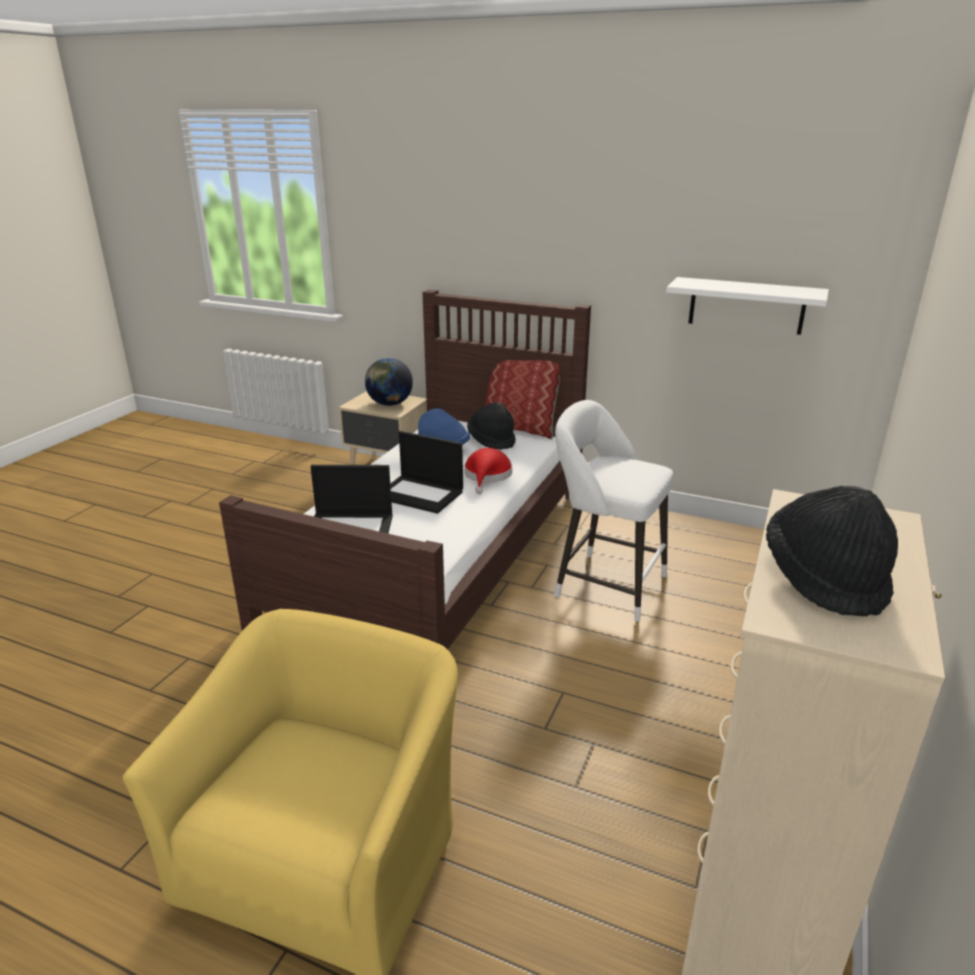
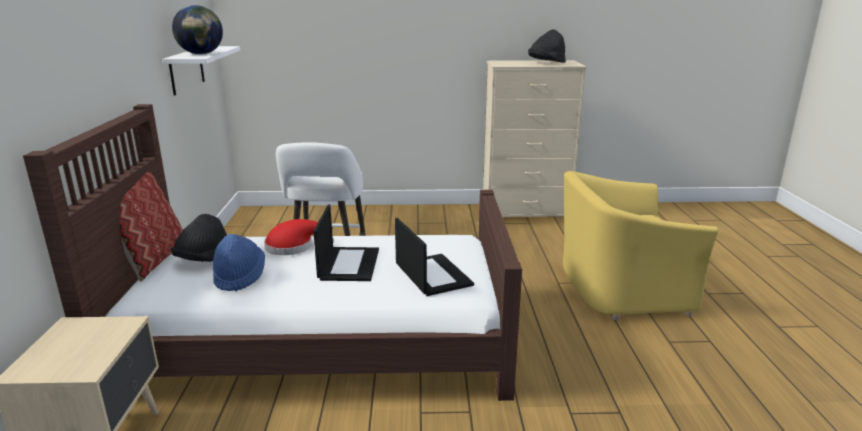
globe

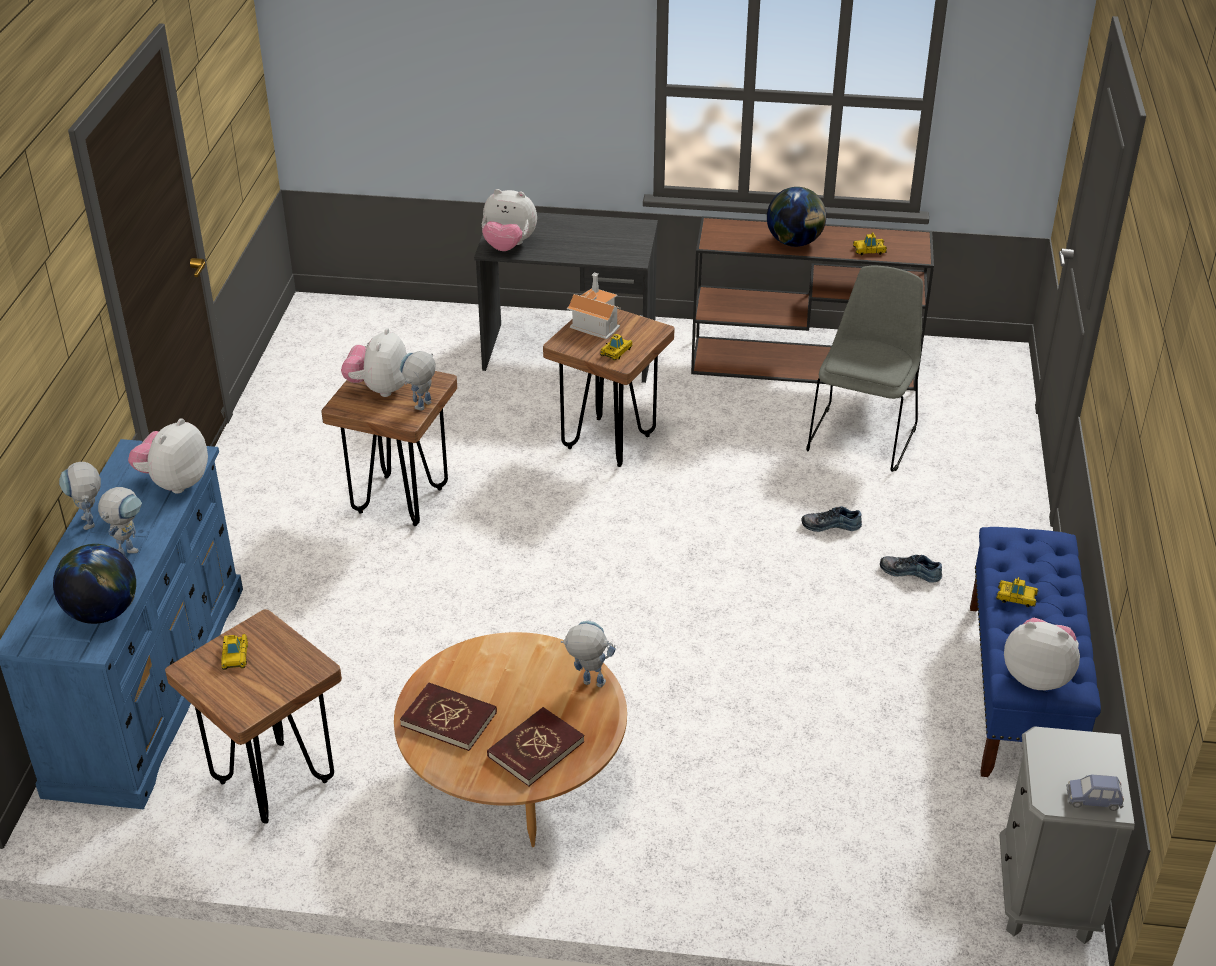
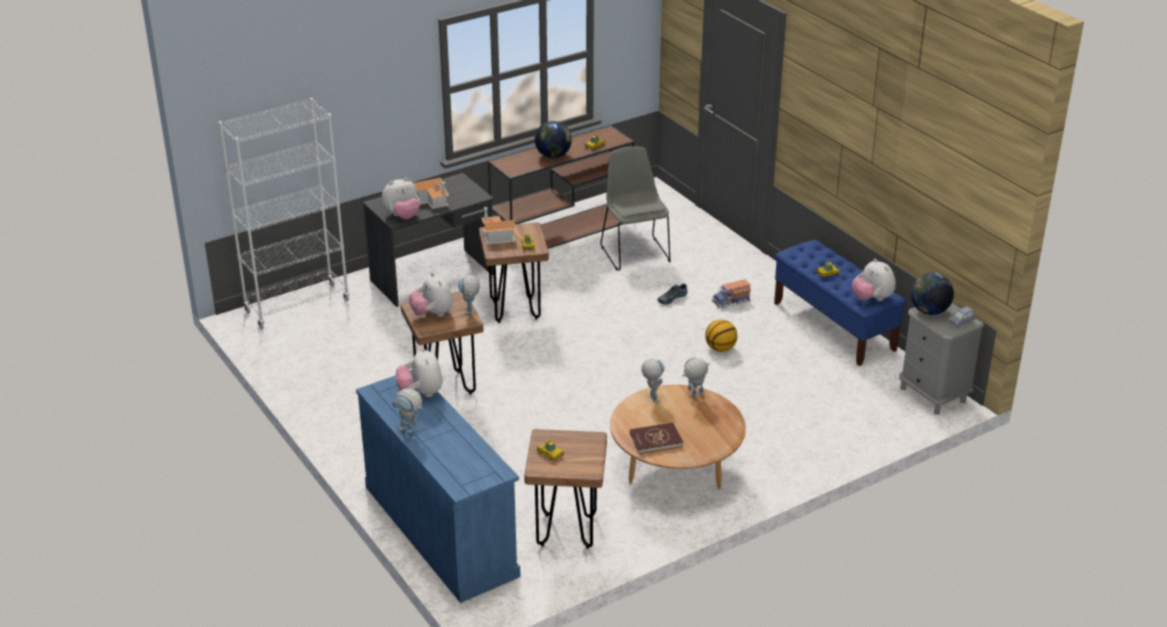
livre (rouge) (2nd from left in the first image)
bibliothèque (blanc)
maison miniature (1st from left)
ballon de basket
globe (2nd from left)
robot jouet (3rd from left)
camion jouet
peluche (4th from left)

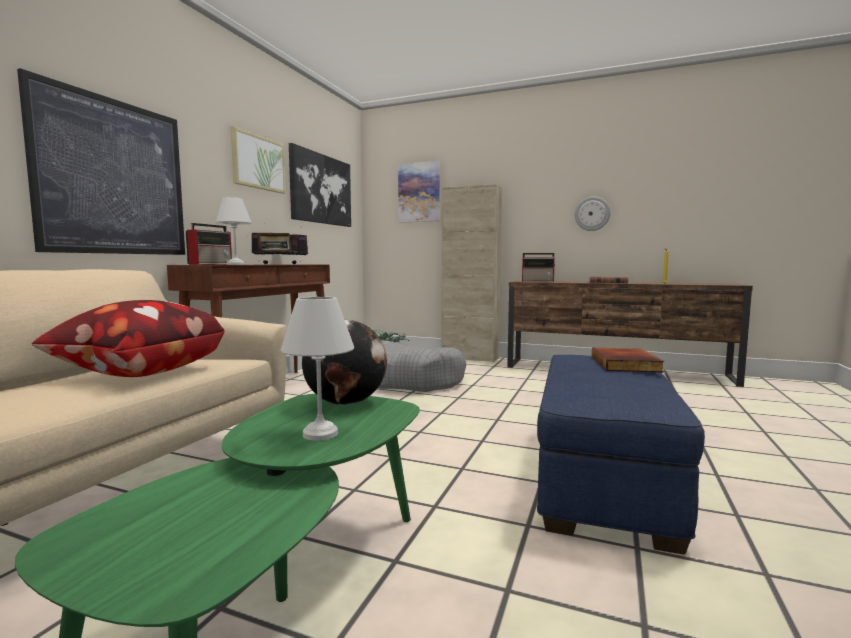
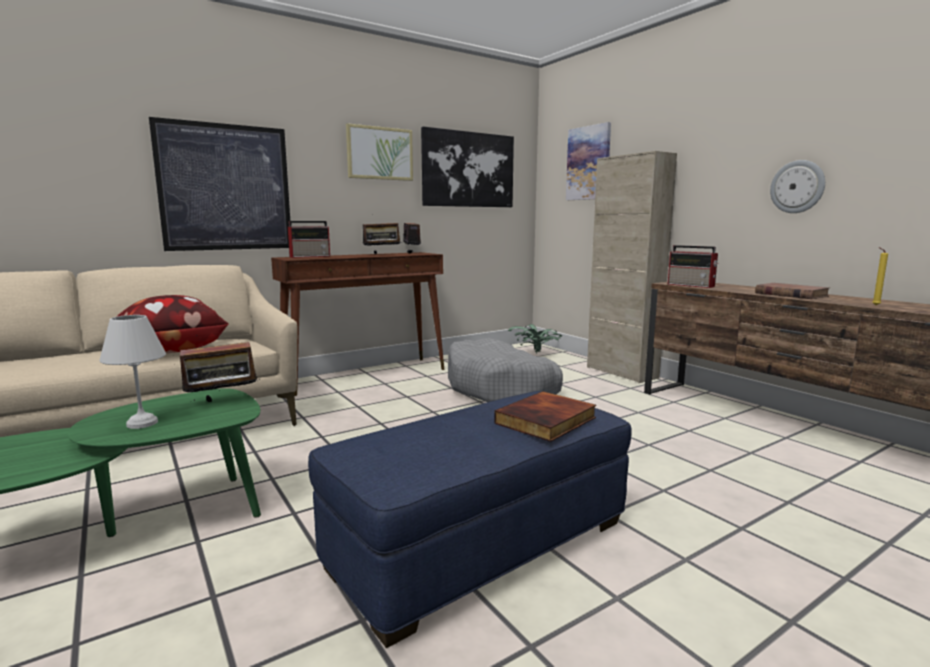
lampe de table (blanc) (1st from left in the first image)
radio (1st from left)

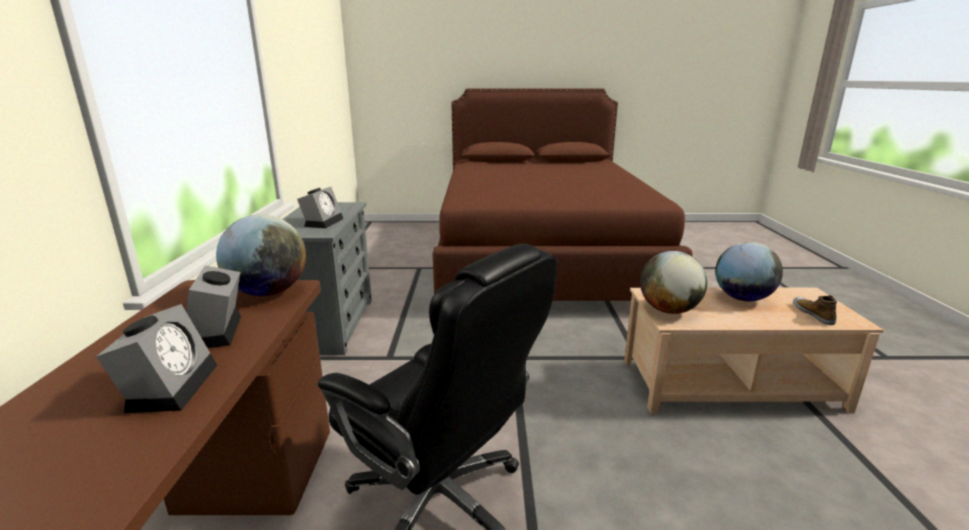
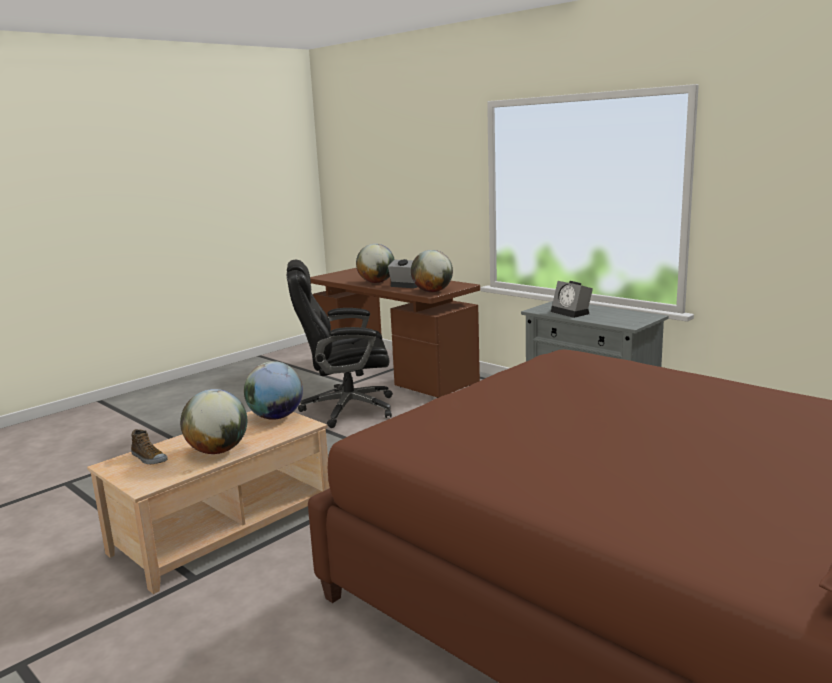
globe (3rd from left)

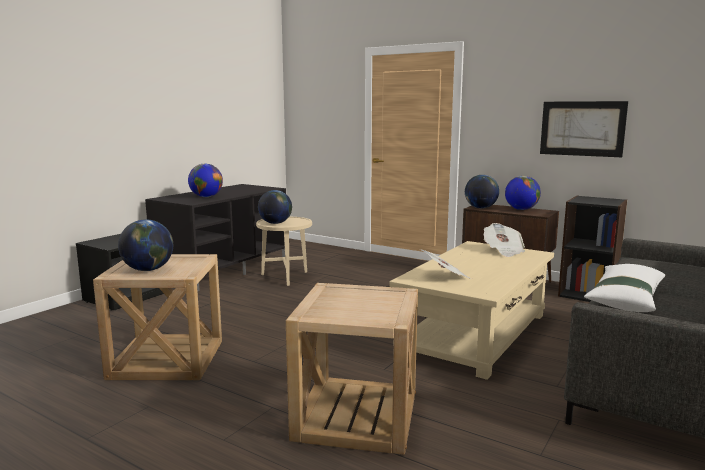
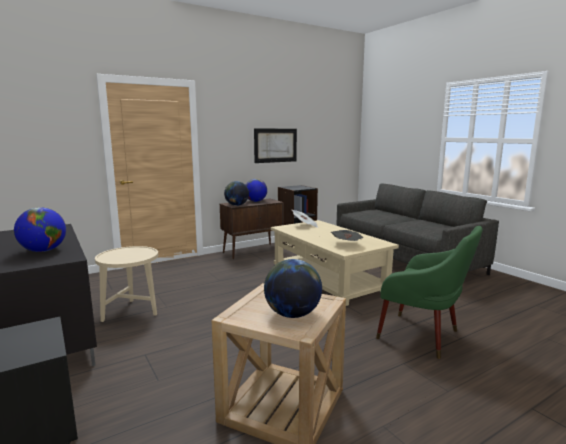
globe (3rd from left in the first image)
coussin (blanc)
fauteuil (vert)

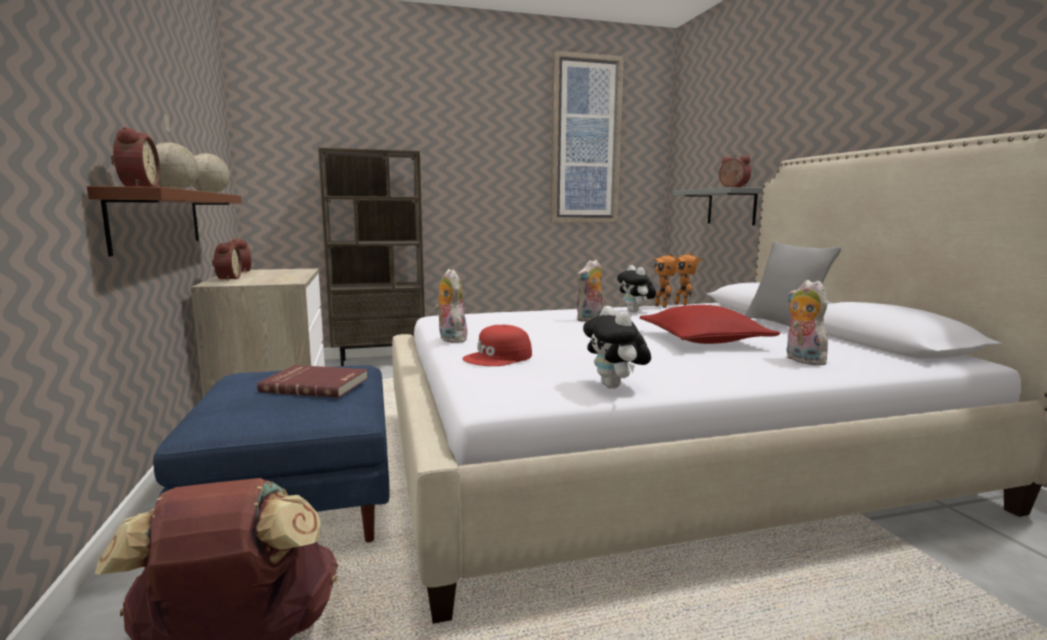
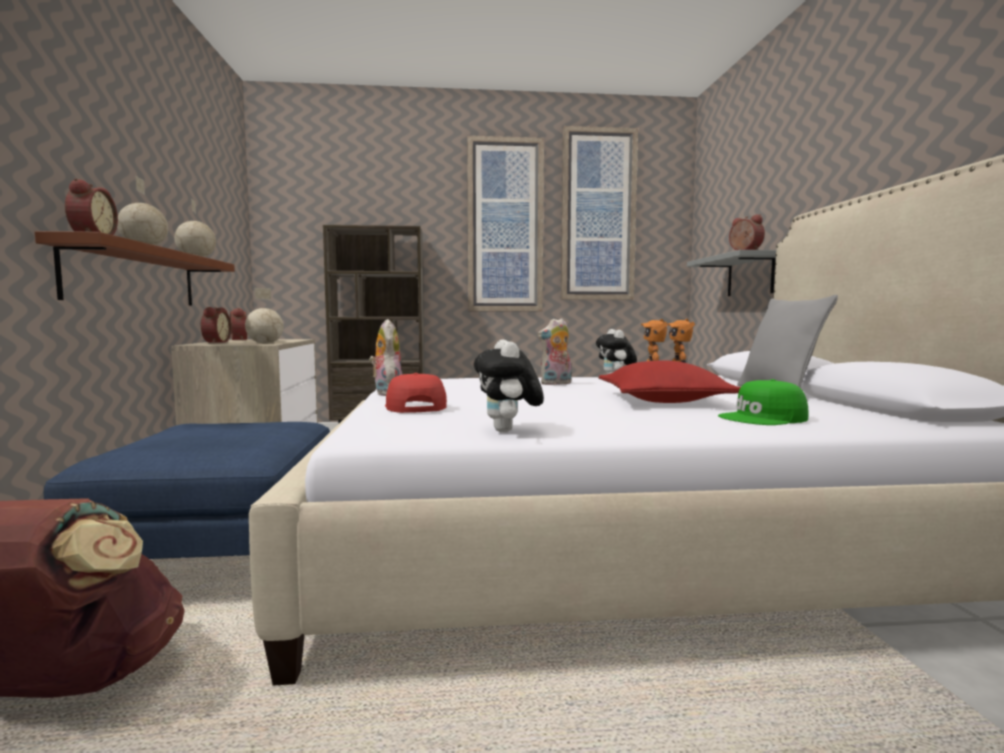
livre (rouge)
globe (3rd from left)
tableau (1st from left)
casquette (vert)
casquette (rouge)

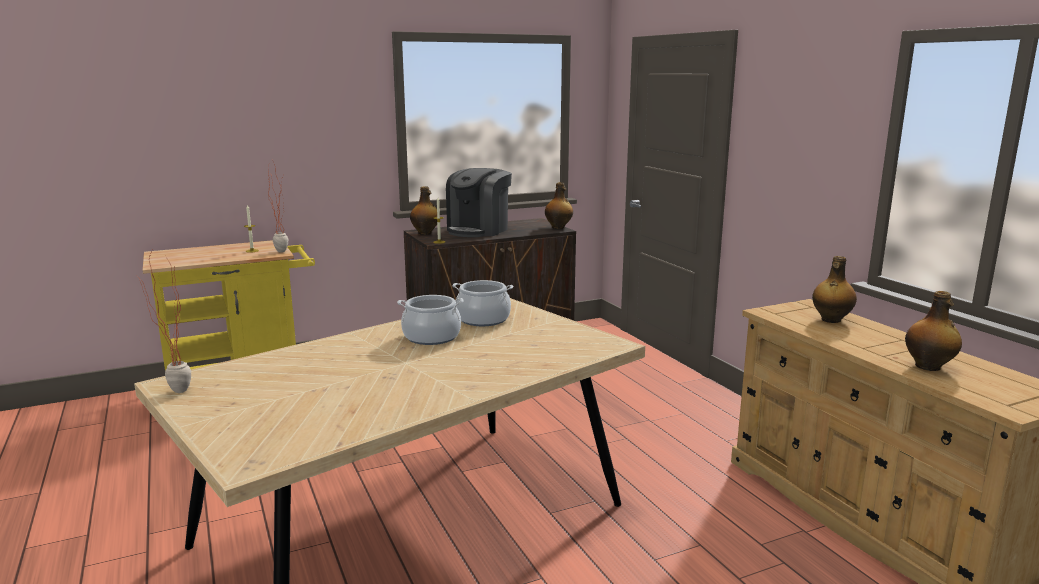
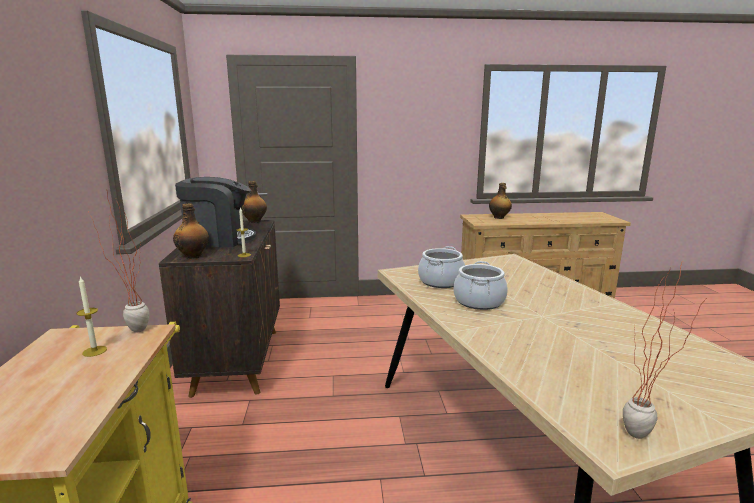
bouteille (4th from left in the first image)
machine à café

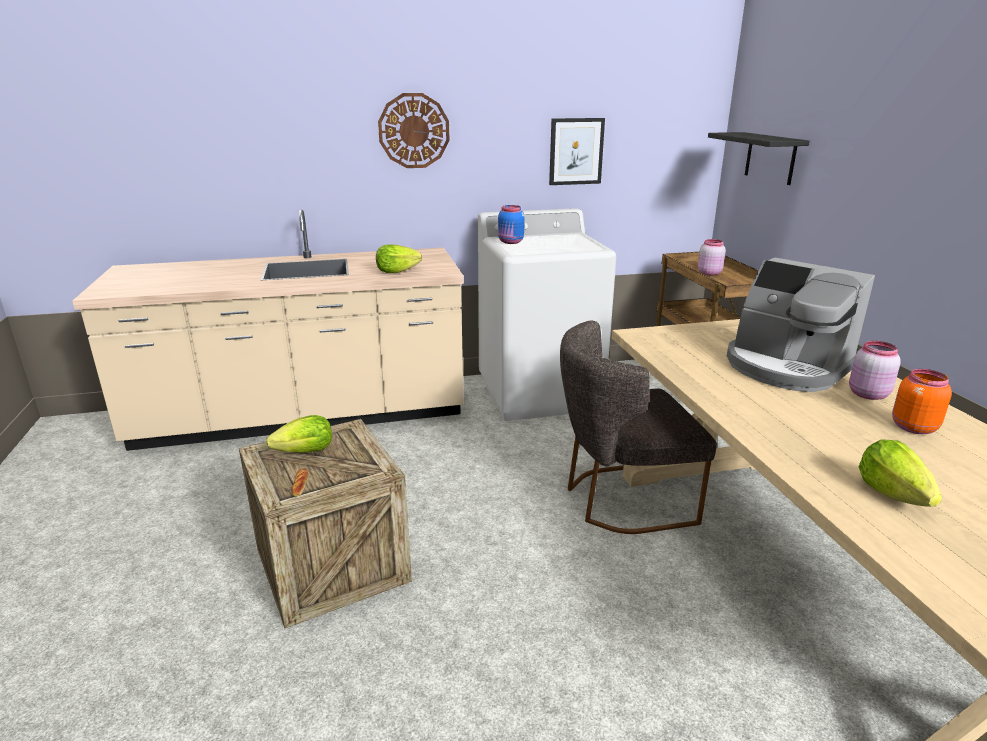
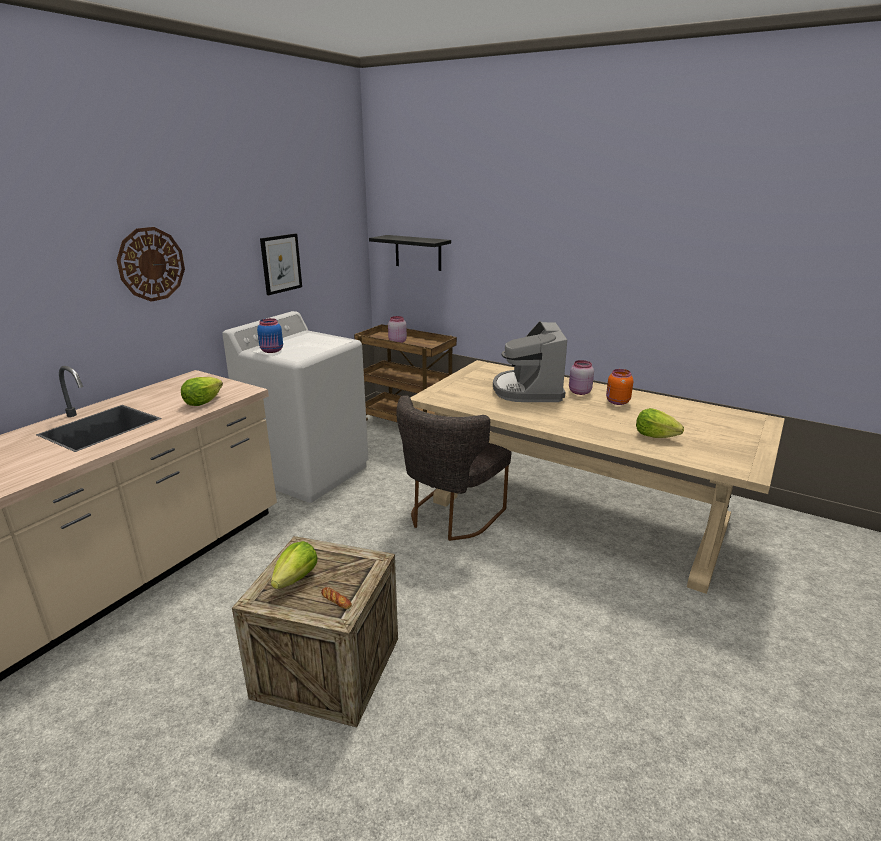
machine à café

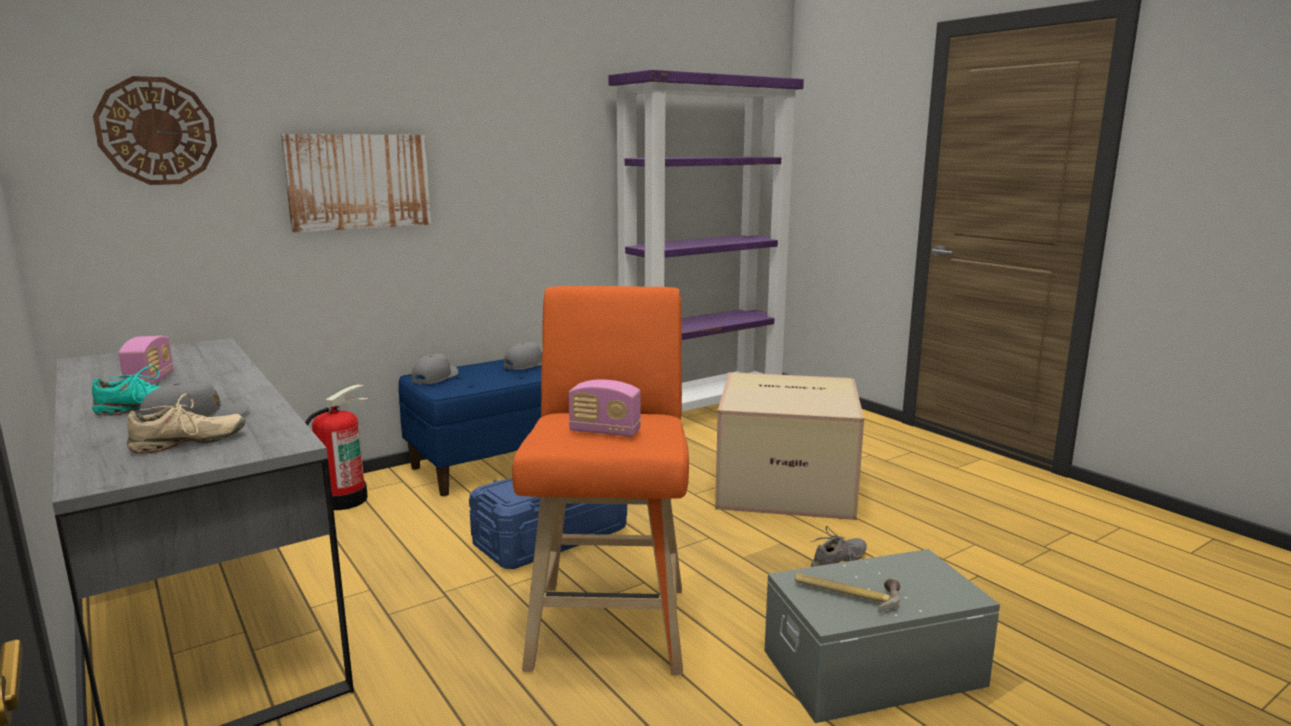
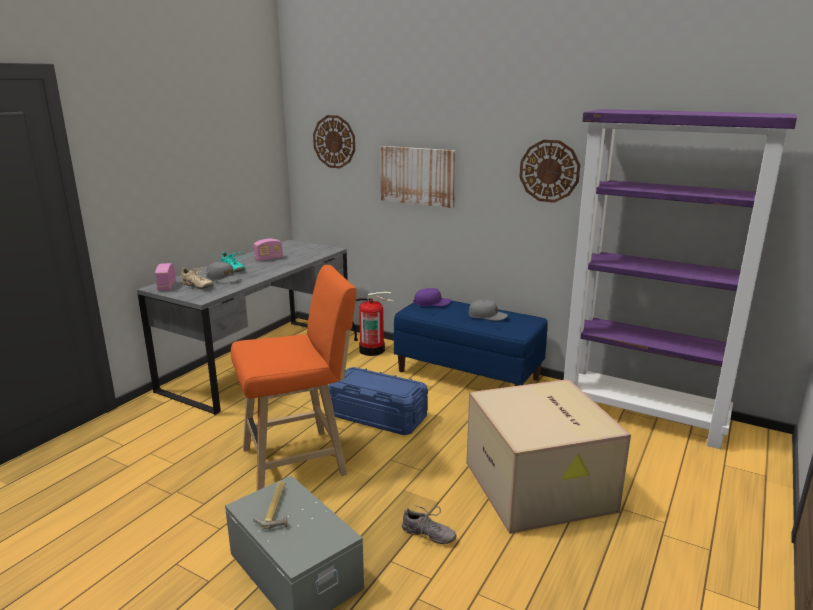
horloge murale (2nd from left)
radio (1st from left)
casquette (violet)

